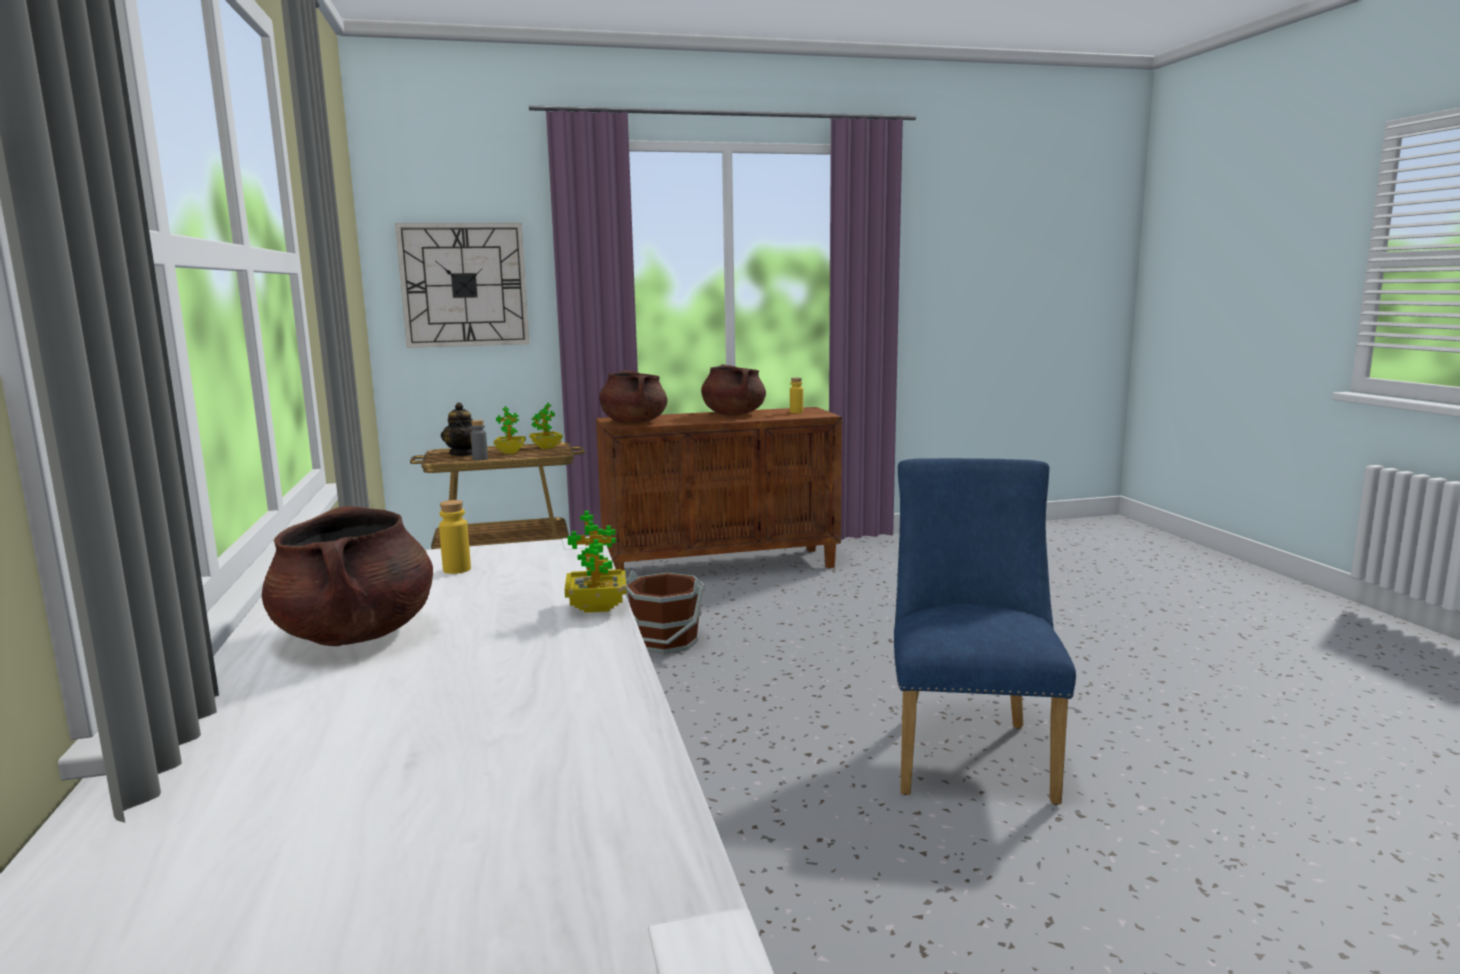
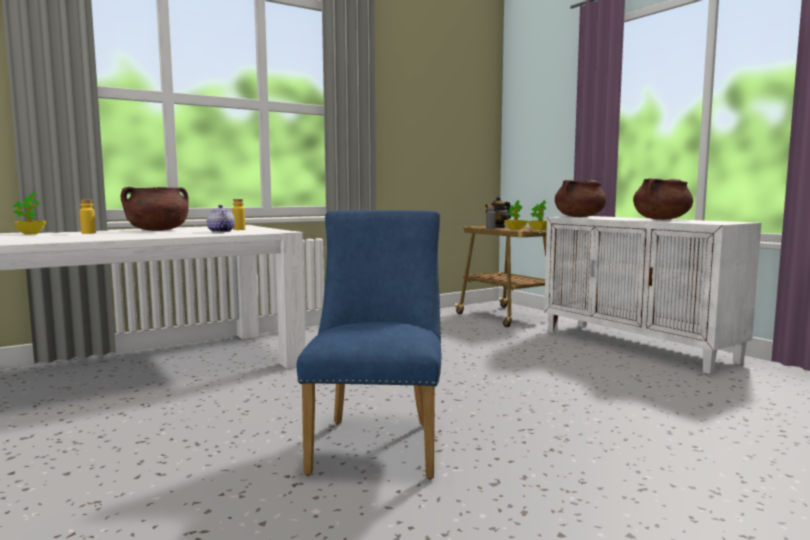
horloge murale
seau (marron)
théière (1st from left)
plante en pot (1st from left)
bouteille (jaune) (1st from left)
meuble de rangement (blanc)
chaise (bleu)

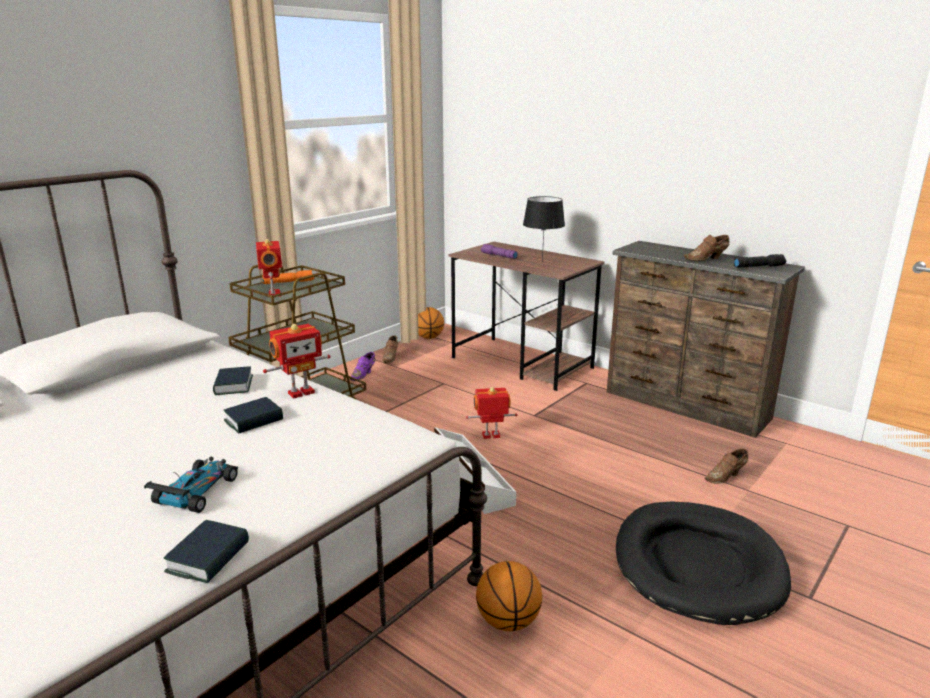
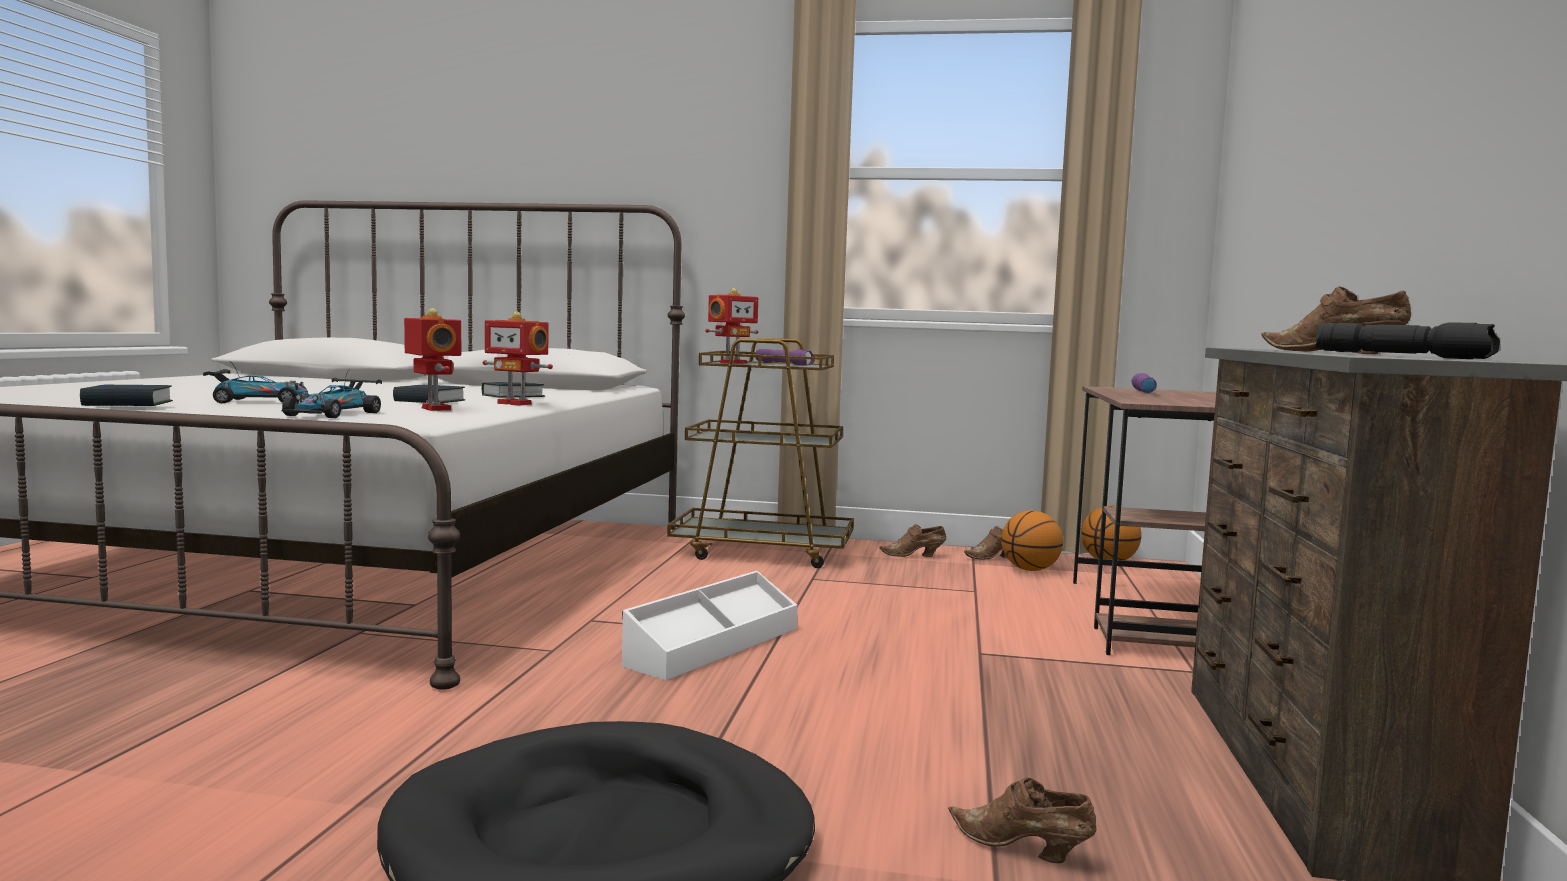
lampe de table (noir)
petite voiture (2nd from left)
robot jouet (1st from left)
ballon de basket (1st from left)
lampe de poche (violet) (1st from left)
chaussure (marron) (1st from left)

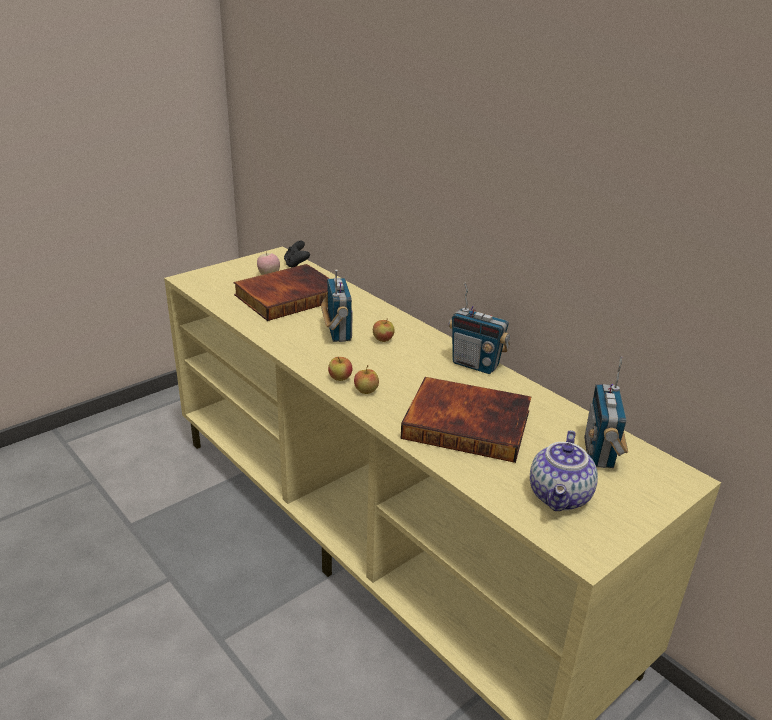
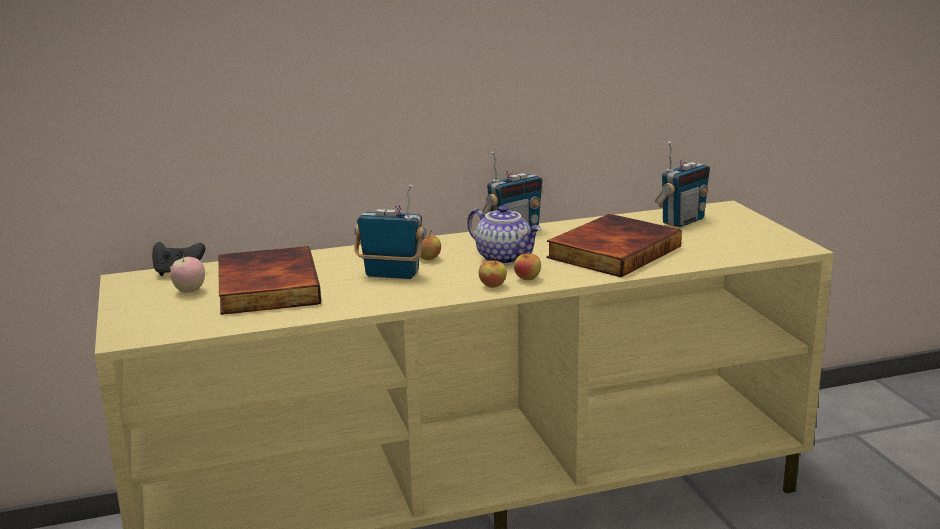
théière
radio (3rd from left)

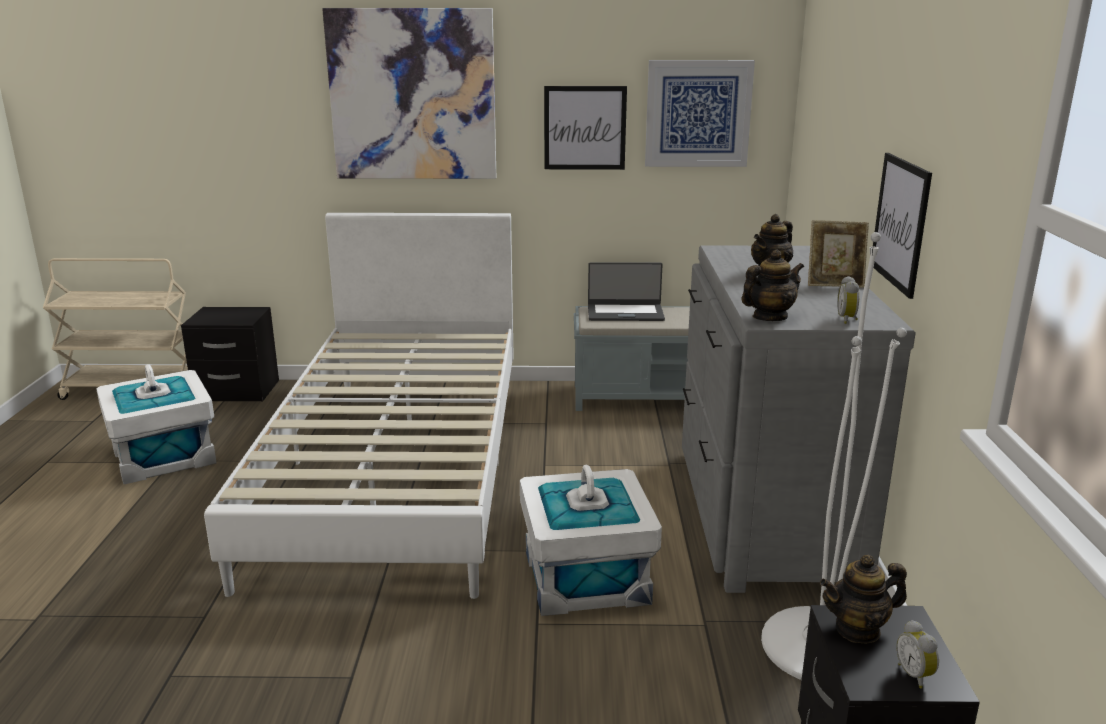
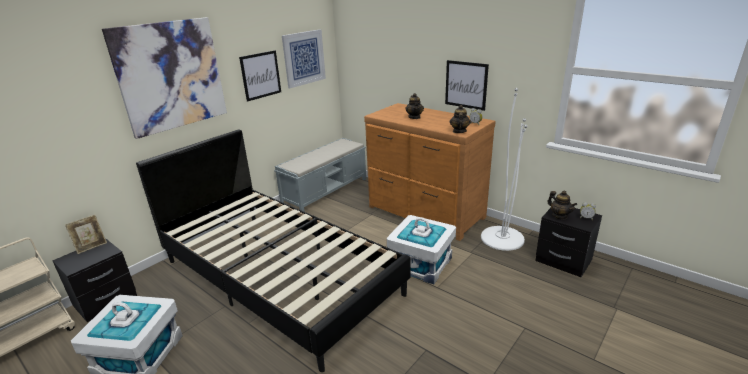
ordinateur portable
cadre photo
lit (noir)
commode (marron)
théière (3rd from left)

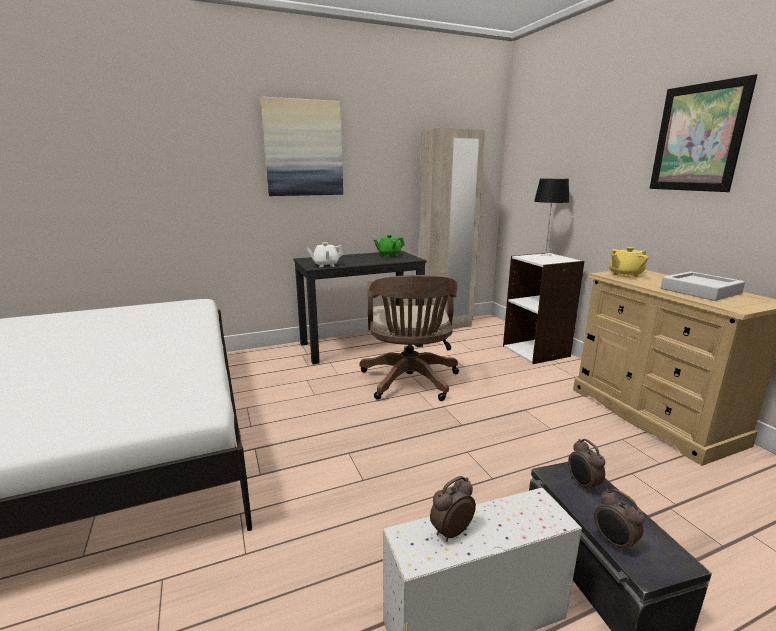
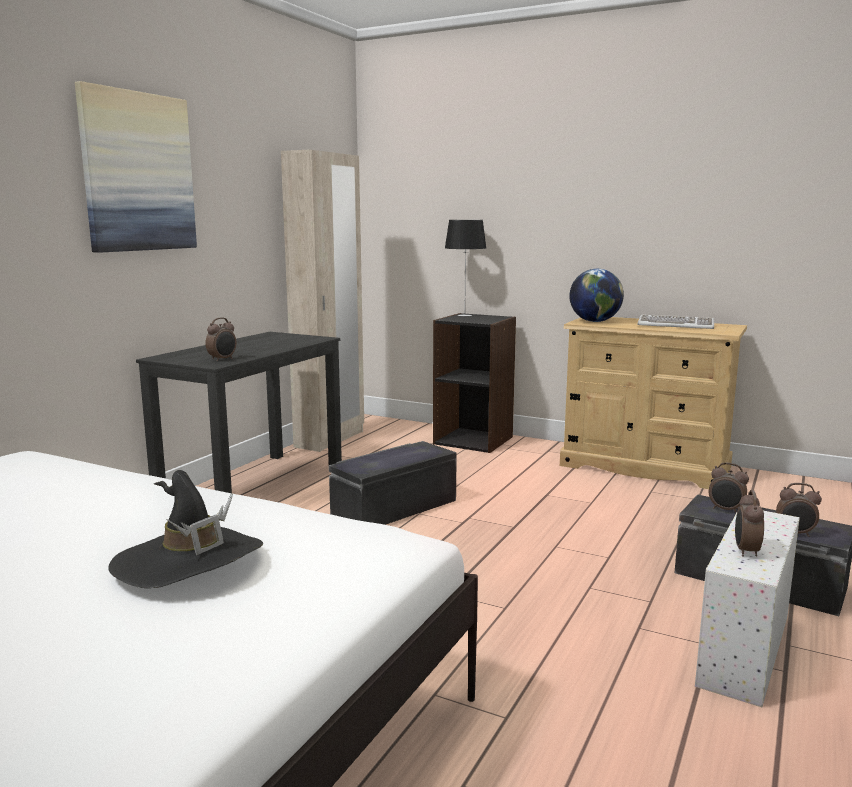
théière (vert)
tableau (2nd from left in the first image)
chapeau (noir)
réveil (1st from left)
boîte de rangement (noir) (1st from left)
globe
clavier
bibliothèque (noir)

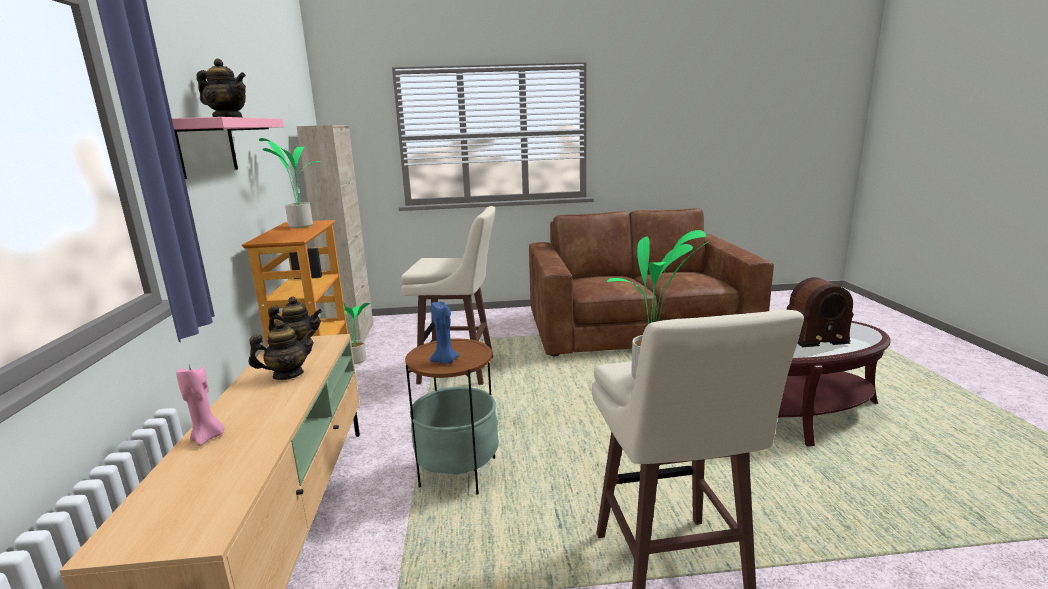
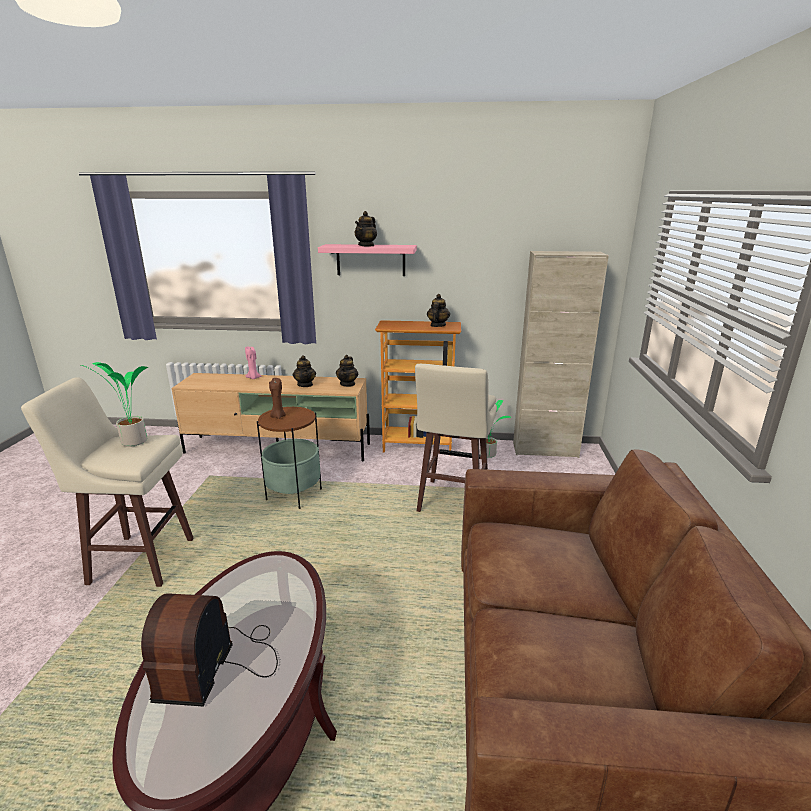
théière (4th from left)
bougie (marron)

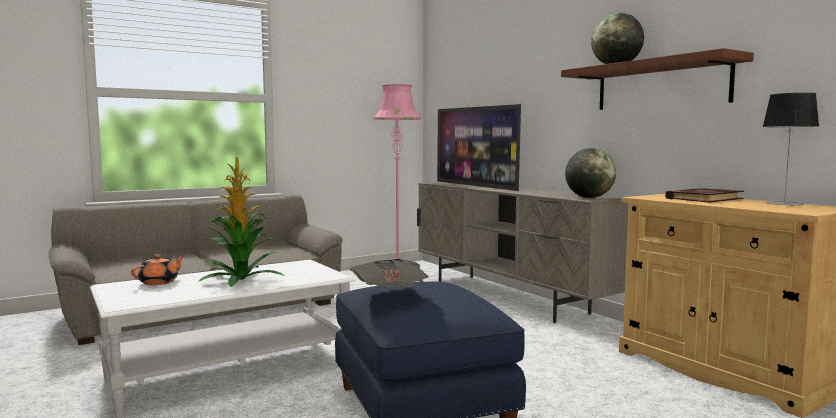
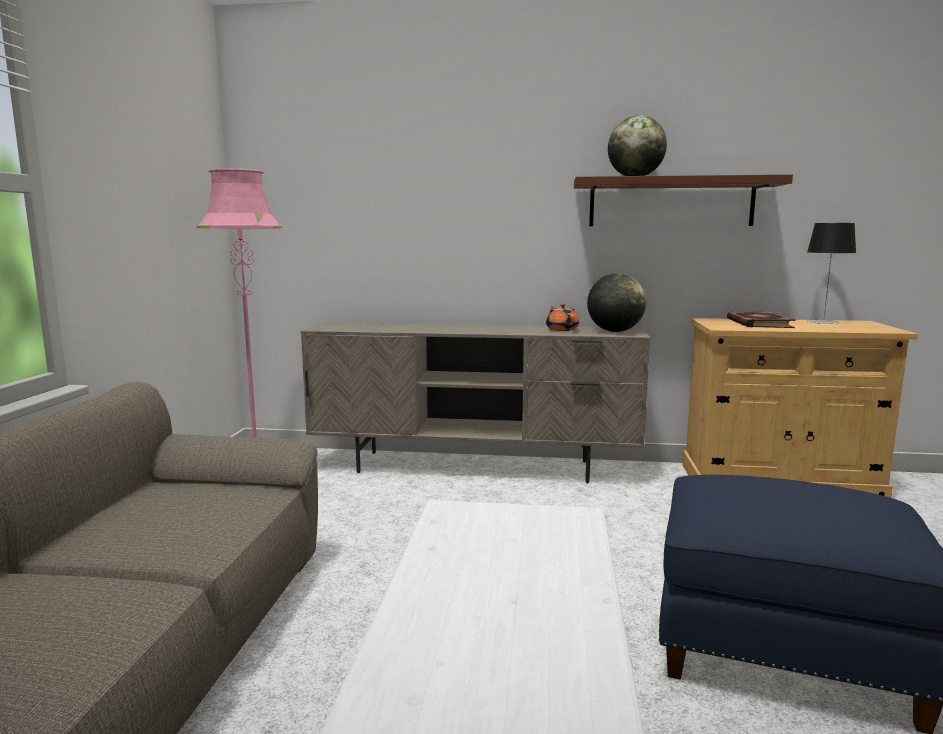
plante en pot
journal
téléviseur
théière (orange)

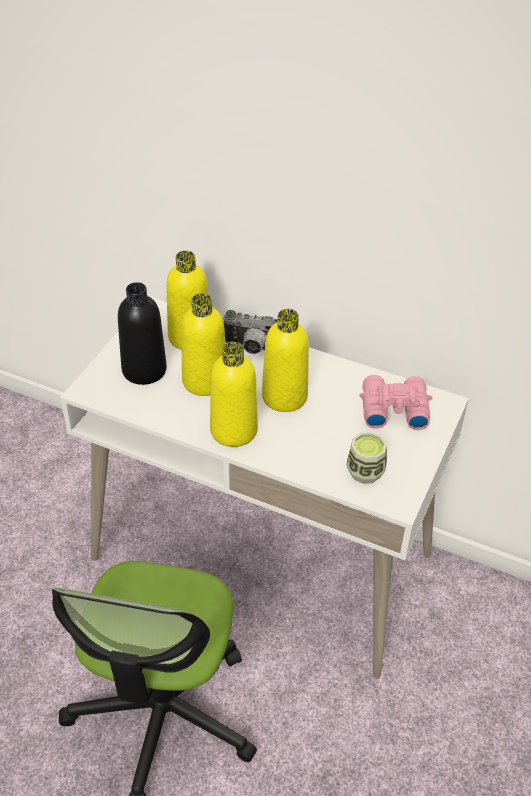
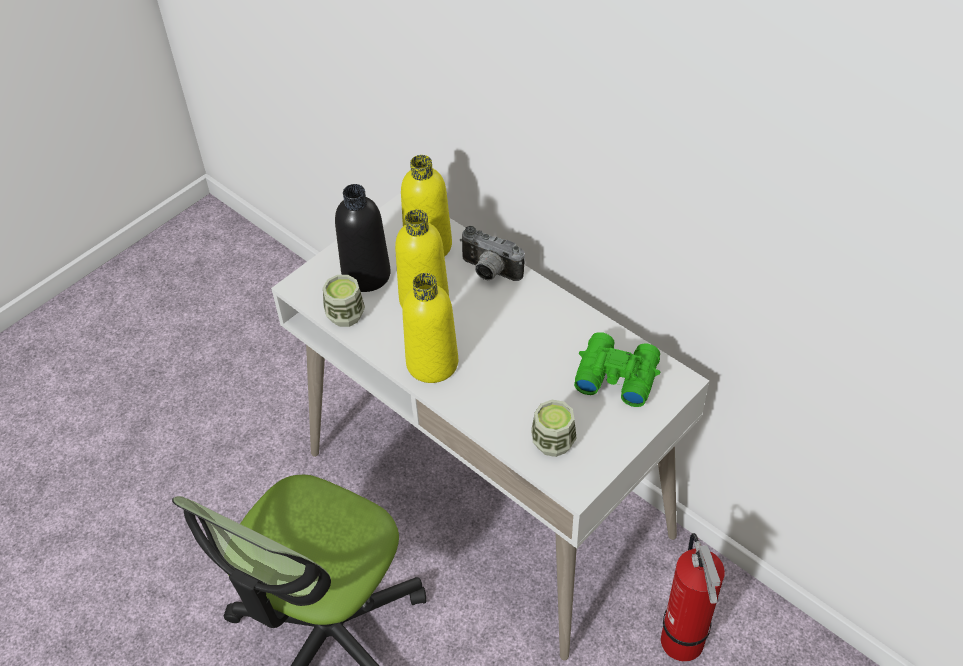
bouteille (jaune) (4th from left in the first image)
tasse (1st from left)
extincteur
jumelles (vert)

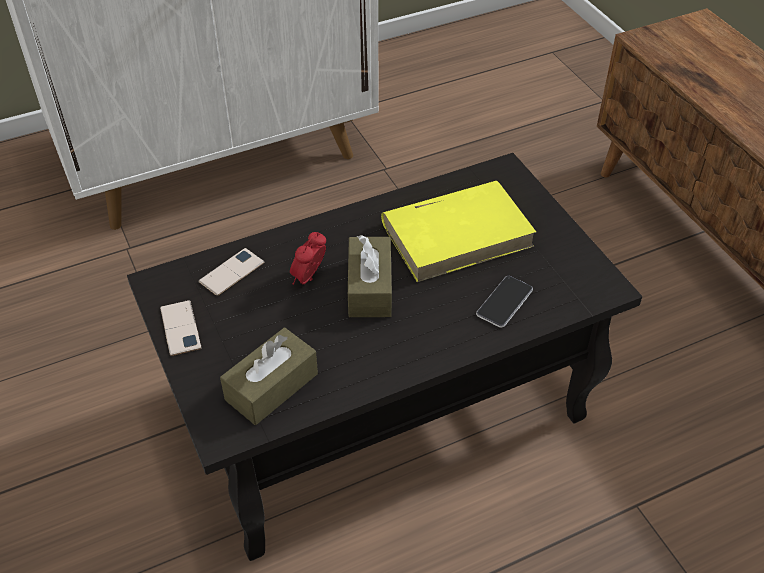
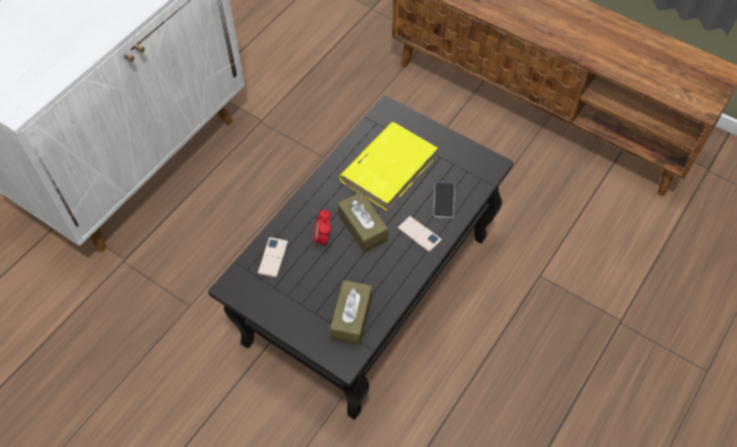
téléphone (2nd from left)

